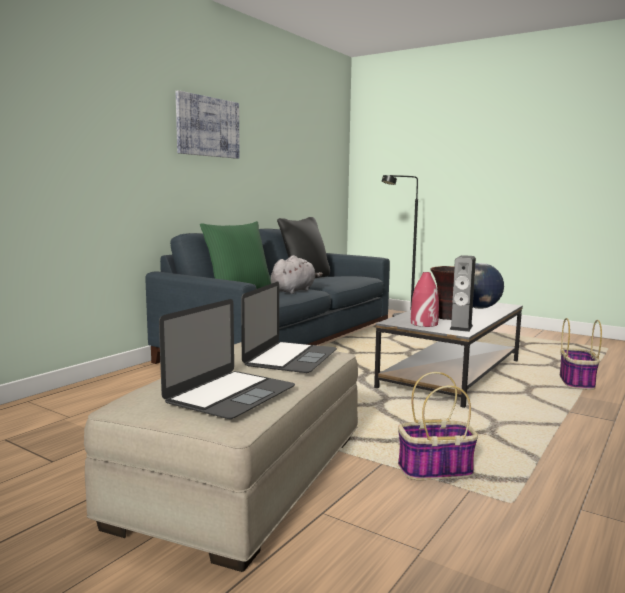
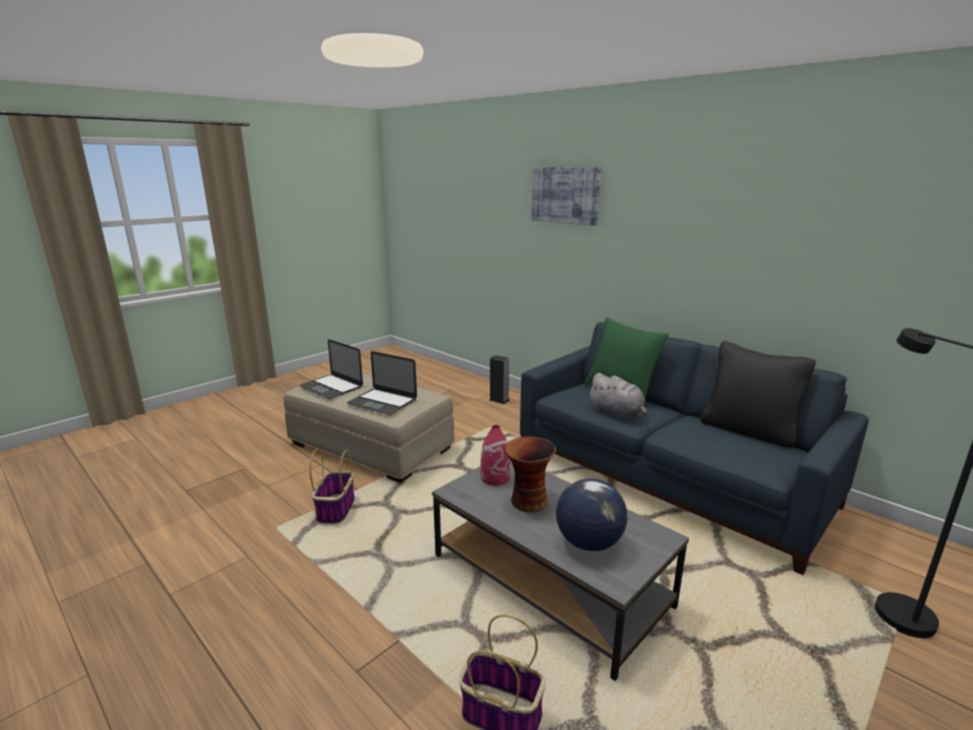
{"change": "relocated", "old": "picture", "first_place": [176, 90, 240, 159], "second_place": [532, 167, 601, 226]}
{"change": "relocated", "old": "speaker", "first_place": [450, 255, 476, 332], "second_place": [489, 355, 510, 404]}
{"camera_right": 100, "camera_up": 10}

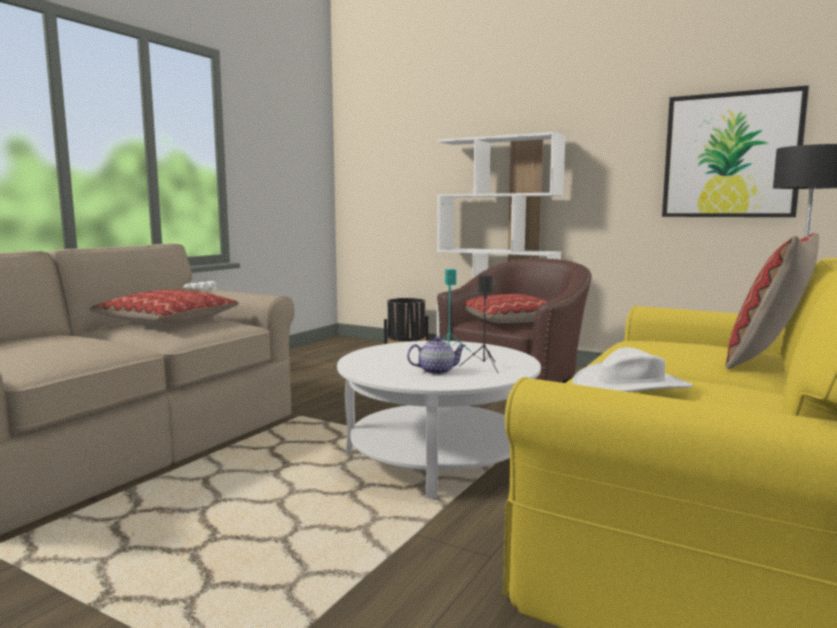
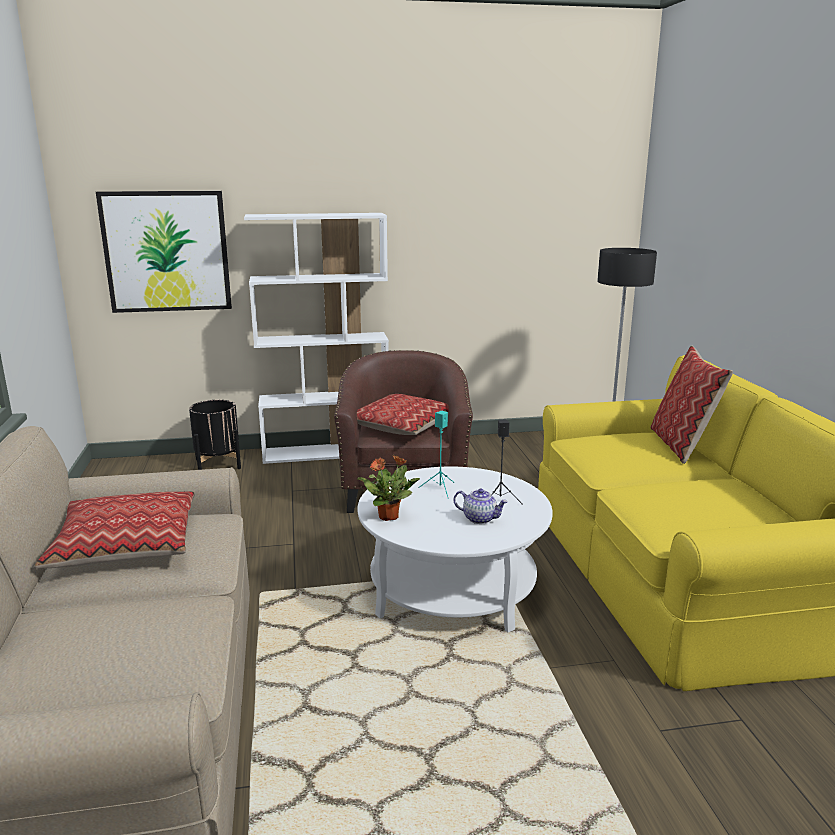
{"change": "missing", "old": "hat (white)", "first_place": [573, 347, 693, 392]}
{"change": "appeared", "new": "potted plant", "second_place": [357, 455, 420, 521]}
{"change": "relocated", "old": "picture", "first_place": [662, 85, 809, 217], "second_place": [96, 191, 232, 313]}
{"change": "spun", "old": "teapot", "first_place": [407, 337, 466, 375], "second_place": [453, 488, 508, 524], "degrees": 75}
{"camera_right": -40, "camera_up": 10}

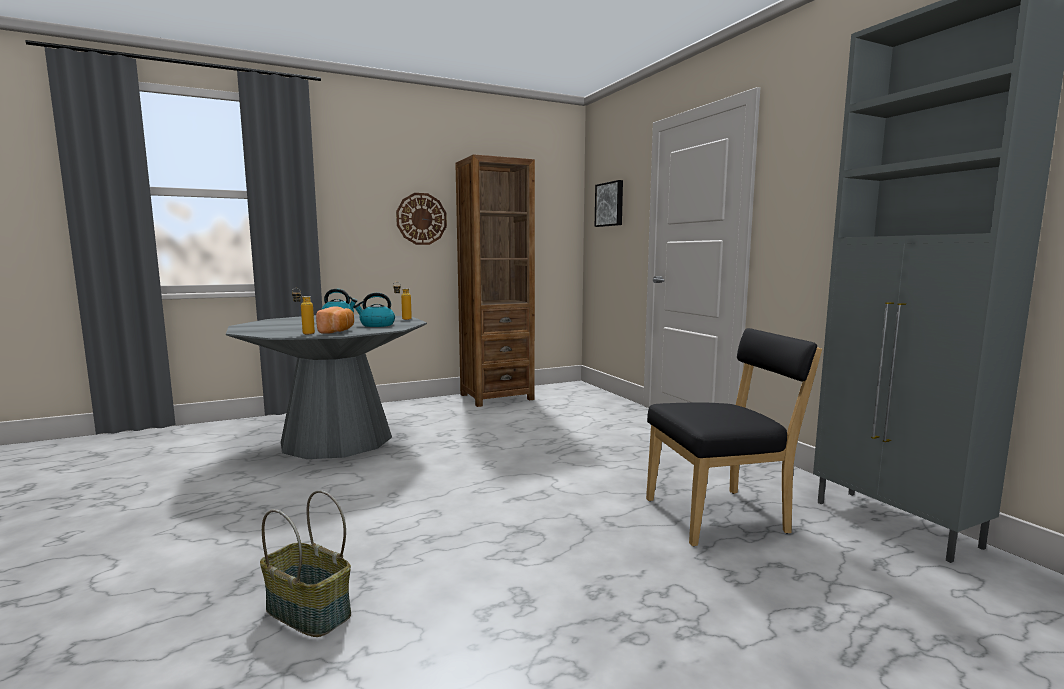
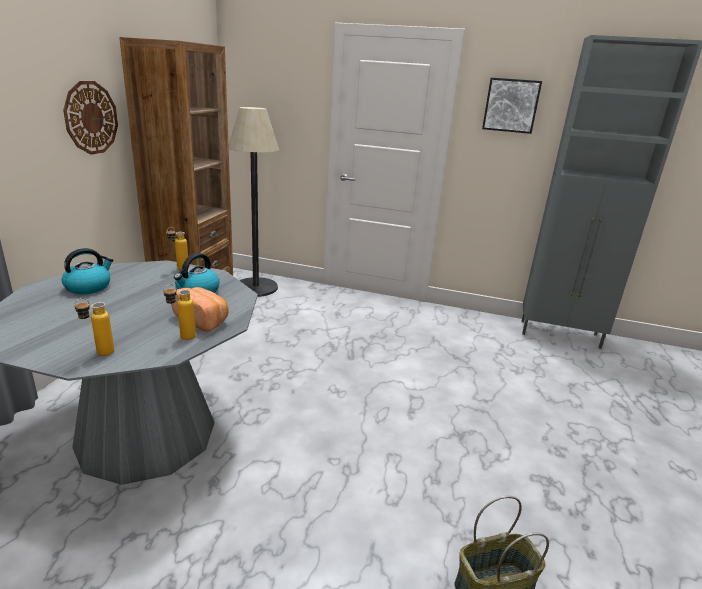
{"change": "missing", "old": "chair (black)", "first_place": [646, 328, 822, 547]}
{"change": "appeared", "new": "bottle", "second_place": [74, 298, 114, 356]}
{"change": "appeared", "new": "floor lamp", "second_place": [228, 107, 279, 297]}
{"change": "relocated", "old": "picture", "first_place": [595, 180, 623, 227], "second_place": [482, 78, 542, 134]}
{"camera_right": -50, "camera_up": 15}

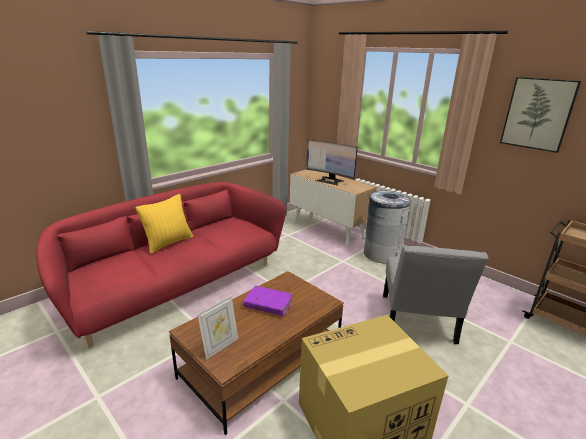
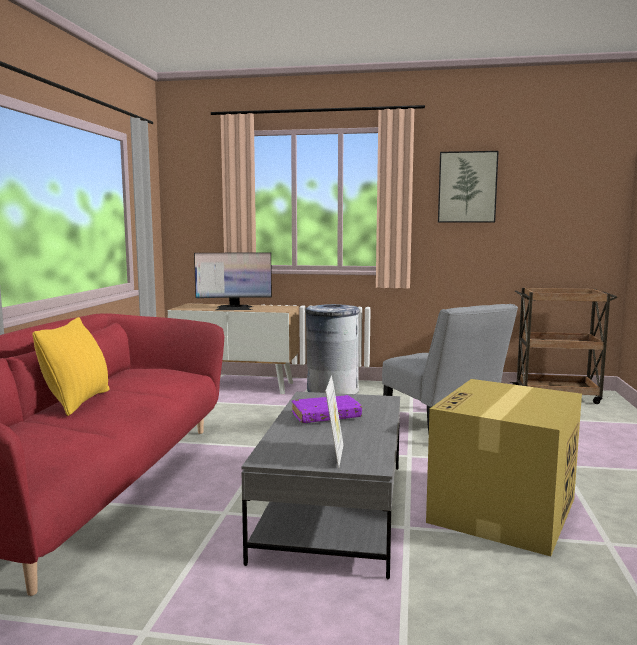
{"change": "colour", "old": "coffee table (brown)", "new": "coffee table (grey)", "first_place": [169, 271, 344, 435], "second_place": [241, 392, 400, 579]}
{"camera_right": -35, "camera_up": -15}

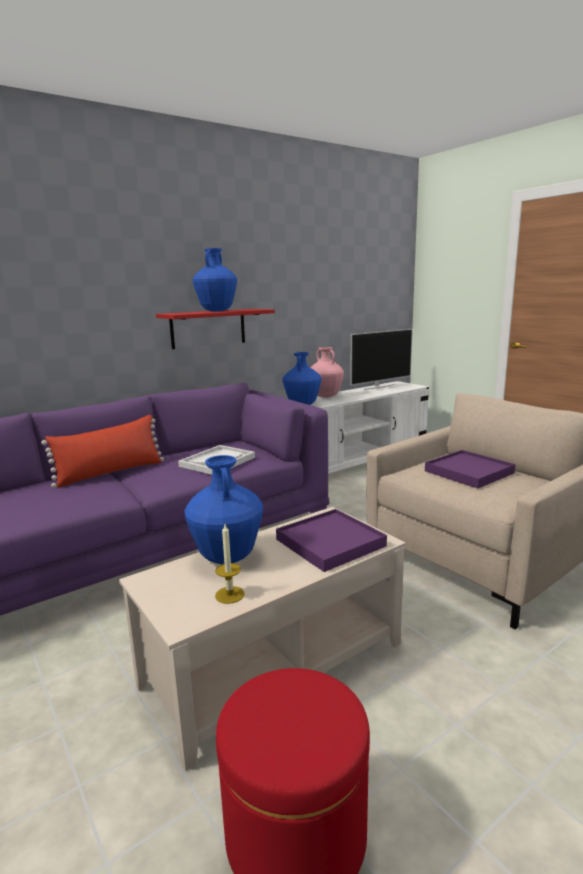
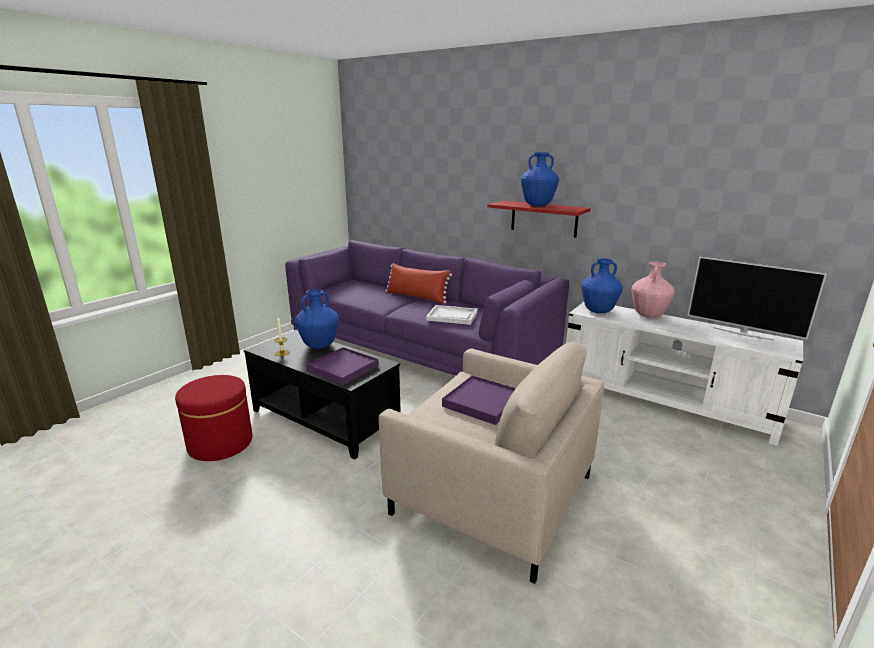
{"change": "colour", "old": "coffee table (beige)", "new": "coffee table (black)", "first_place": [119, 507, 406, 771], "second_place": [244, 330, 401, 460]}
{"camera_right": 70, "camera_up": 5}

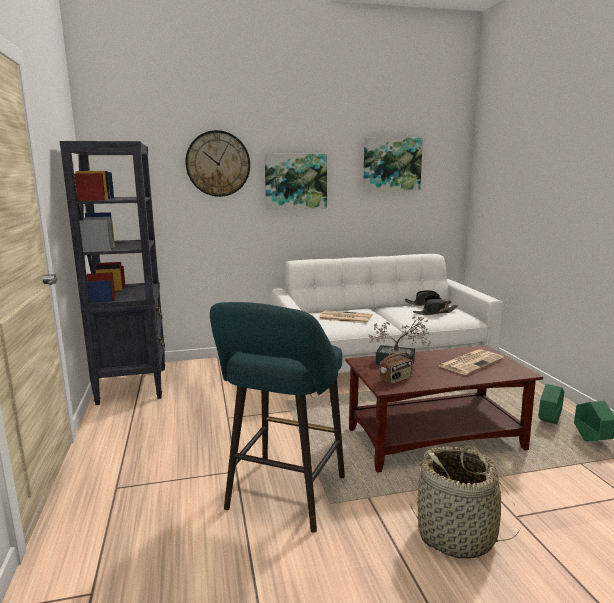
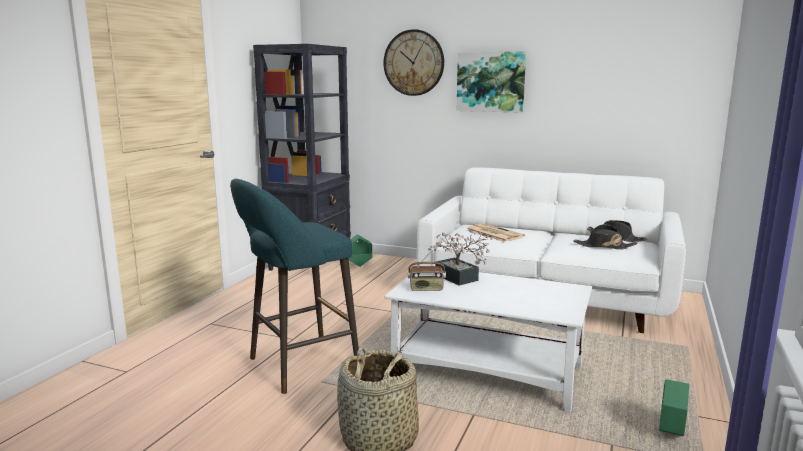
{"change": "missing", "old": "picture", "first_place": [363, 137, 423, 192]}
{"change": "missing", "old": "newspaper", "first_place": [439, 349, 504, 375]}
{"change": "relocated", "old": "planter (green)", "first_place": [538, 384, 564, 424], "second_place": [348, 234, 372, 267]}
{"change": "colour", "old": "coffee table (brown)", "new": "coffee table (white)", "first_place": [345, 345, 543, 473], "second_place": [384, 265, 592, 413]}
{"camera_right": 35, "camera_up": 0}

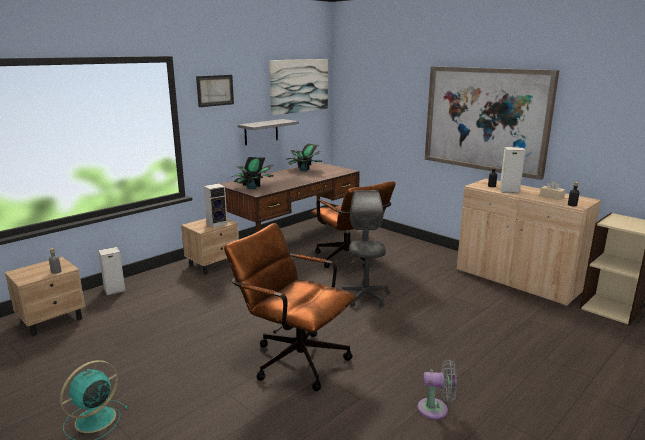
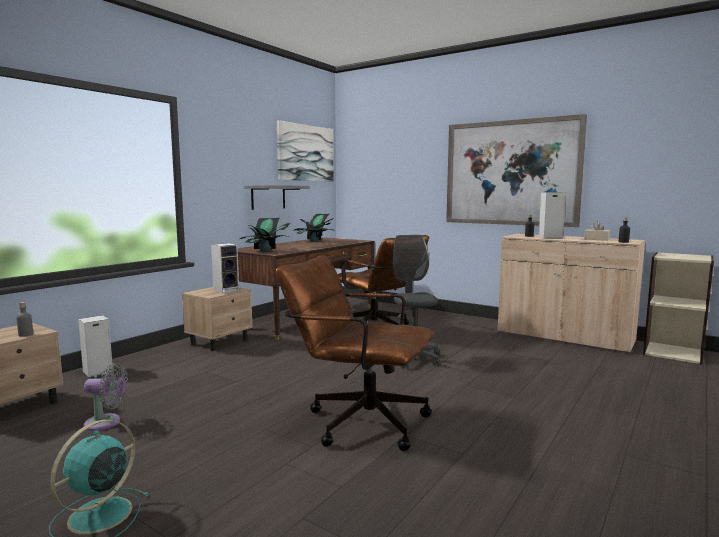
{"change": "missing", "old": "picture", "first_place": [196, 75, 234, 107]}
{"change": "relocated", "old": "fan (grey)", "first_place": [418, 360, 457, 419], "second_place": [84, 363, 128, 431]}
{"camera_right": -10, "camera_up": -10}

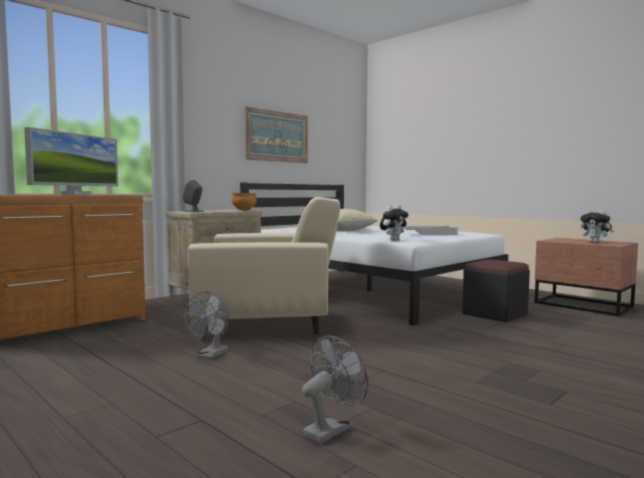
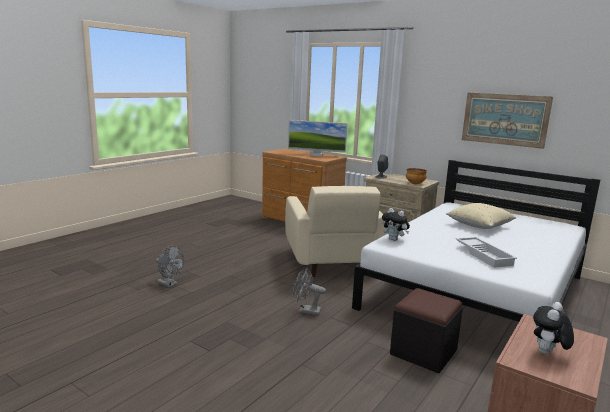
{"change": "relocated", "old": "fan (grey)", "first_place": [184, 291, 228, 359], "second_place": [293, 268, 326, 315]}
{"camera_right": 80, "camera_up": 10}

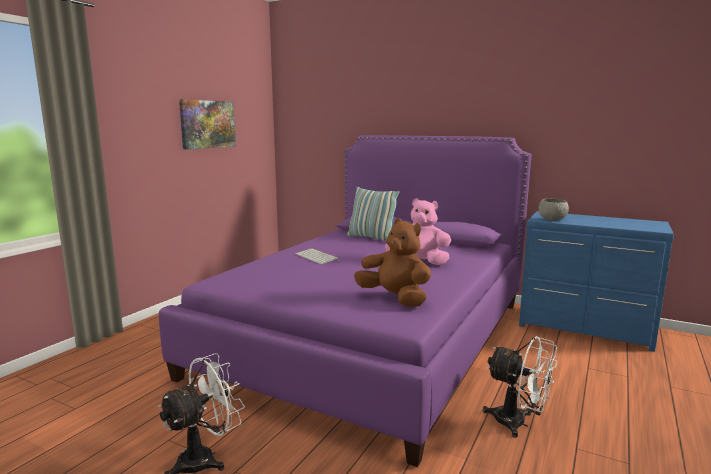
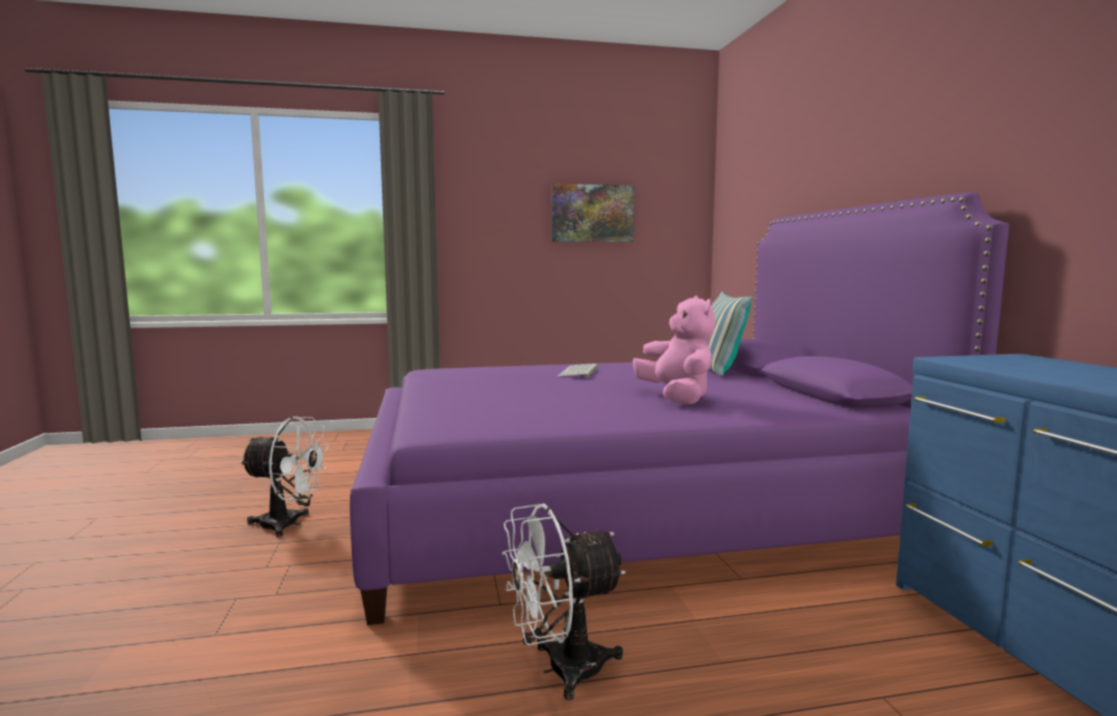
{"change": "missing", "old": "plush toy (brown)", "first_place": [354, 218, 431, 307]}
{"change": "missing", "old": "bowl (grey)", "first_place": [538, 199, 569, 221]}
{"change": "spun", "old": "fan (white)", "first_place": [483, 336, 557, 438], "second_place": [502, 503, 626, 700], "degrees": 75}
{"camera_right": 50, "camera_up": -5}

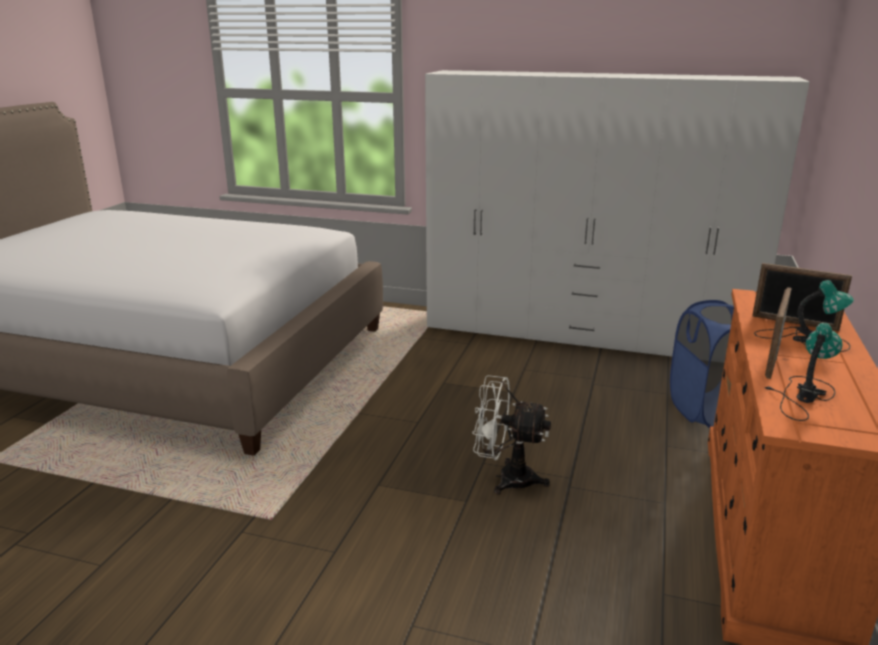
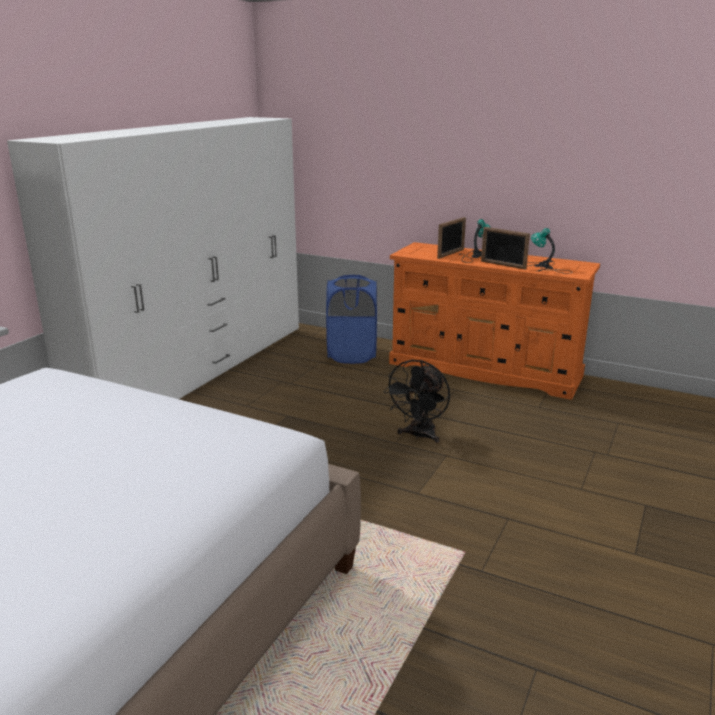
{"change": "colour", "old": "fan (white)", "new": "fan (black)", "first_place": [472, 375, 551, 494], "second_place": [384, 360, 450, 443]}
{"camera_right": -80, "camera_up": 0}

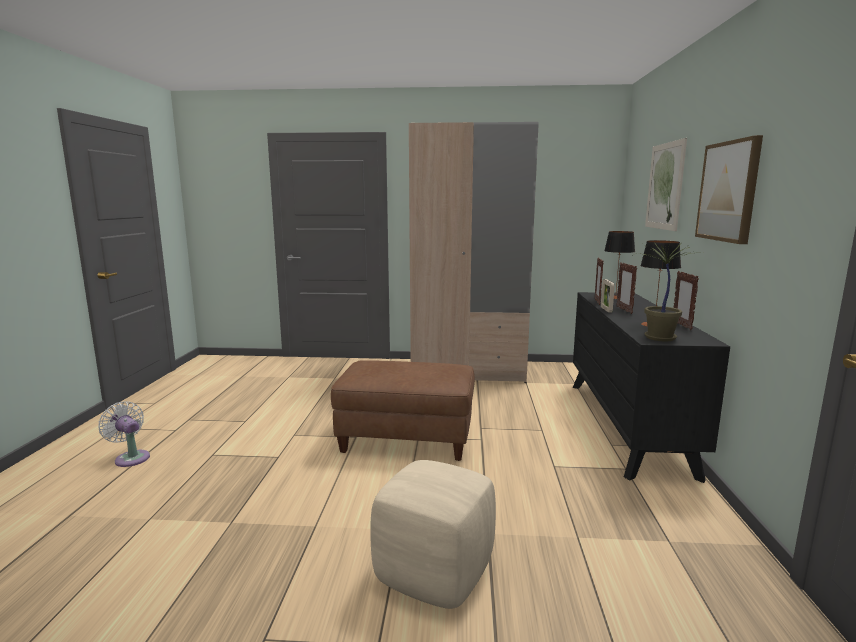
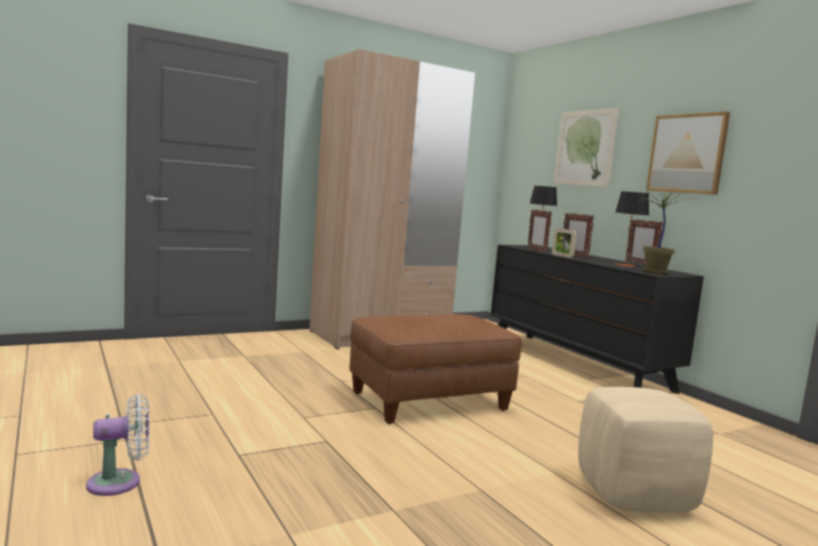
{"change": "spun", "old": "fan (white)", "first_place": [98, 401, 150, 467], "second_place": [86, 394, 150, 496], "degrees": 150}
{"camera_right": -35, "camera_up": -5}

